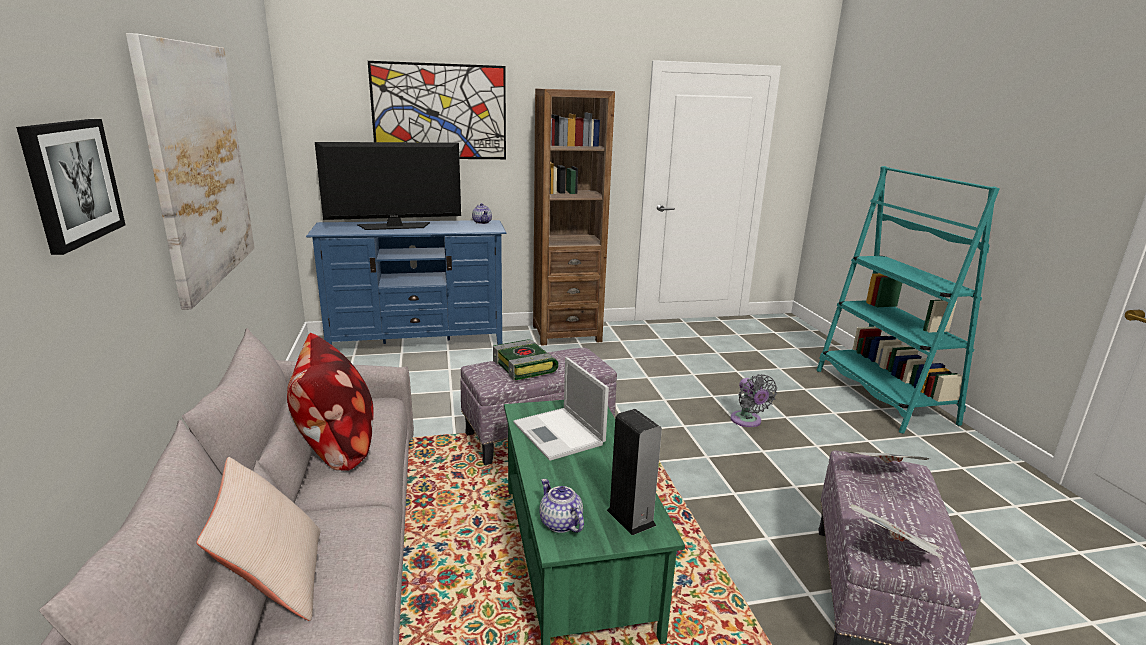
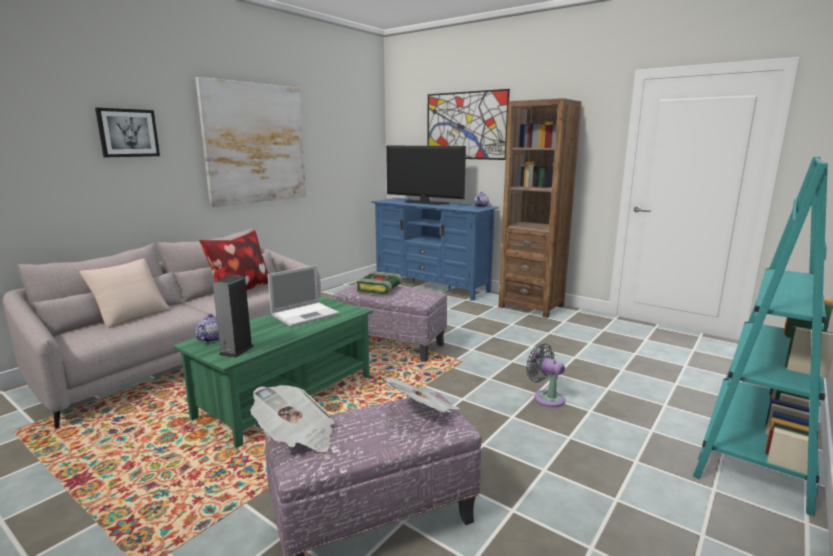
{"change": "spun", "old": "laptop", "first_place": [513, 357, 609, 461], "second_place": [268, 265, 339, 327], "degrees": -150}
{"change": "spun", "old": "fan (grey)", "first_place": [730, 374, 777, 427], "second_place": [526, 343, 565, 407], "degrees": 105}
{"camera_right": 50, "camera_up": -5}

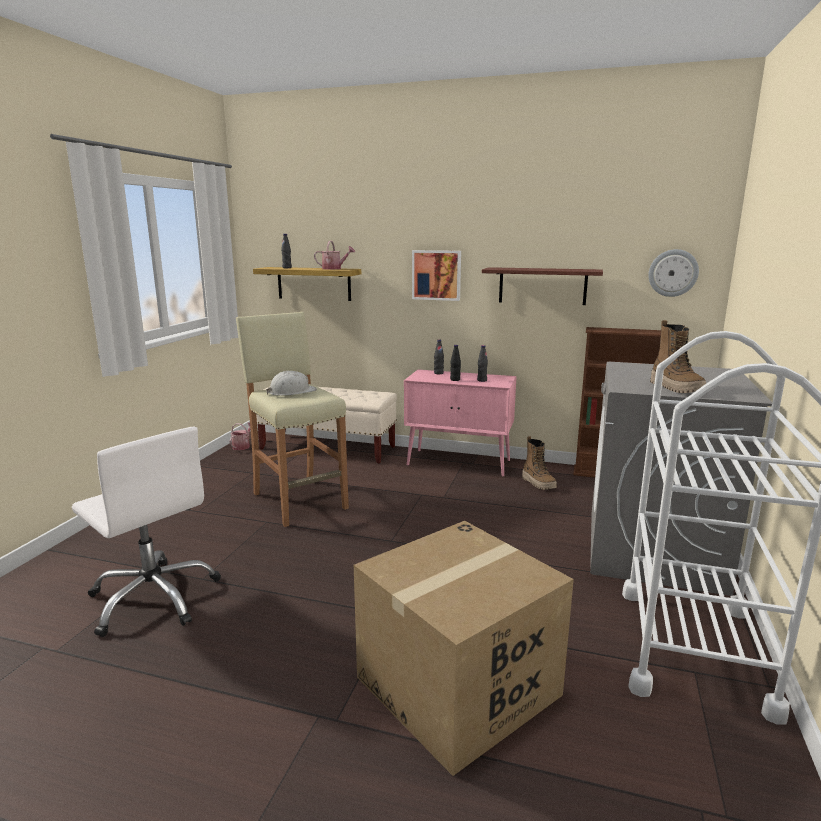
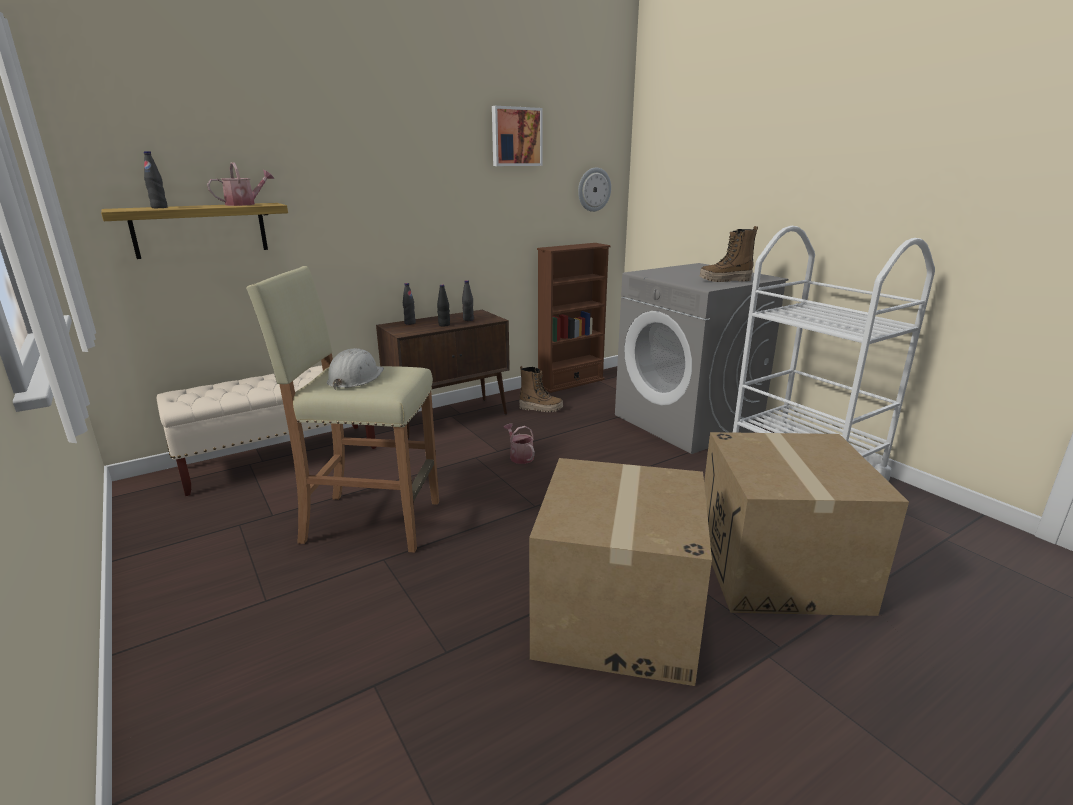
{"change": "missing", "old": "office chair (white)", "first_place": [72, 427, 221, 637]}
{"change": "missing", "old": "shelf", "first_place": [482, 267, 603, 305]}
{"change": "appeared", "new": "cardboard box", "second_place": [529, 458, 712, 686]}
{"change": "relocated", "old": "watering can", "first_place": [230, 422, 251, 450], "second_place": [504, 423, 535, 464]}
{"change": "relocated", "old": "picture", "first_place": [412, 250, 461, 301], "second_place": [492, 106, 543, 166]}
{"change": "colour", "old": "cabinet (pink)", "new": "cabinet (brown)", "first_place": [404, 369, 517, 477], "second_place": [376, 310, 510, 439]}
{"change": "spun", "old": "boot", "first_place": [650, 320, 706, 393], "second_place": [699, 226, 758, 282], "degrees": 150}
{"camera_right": -50, "camera_up": 5}

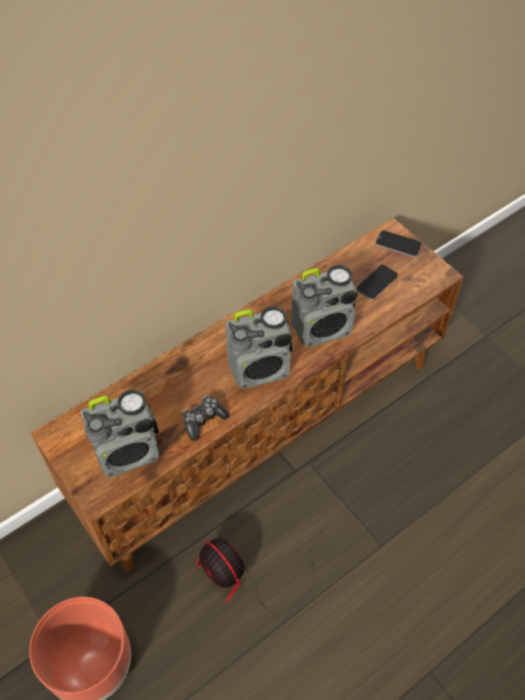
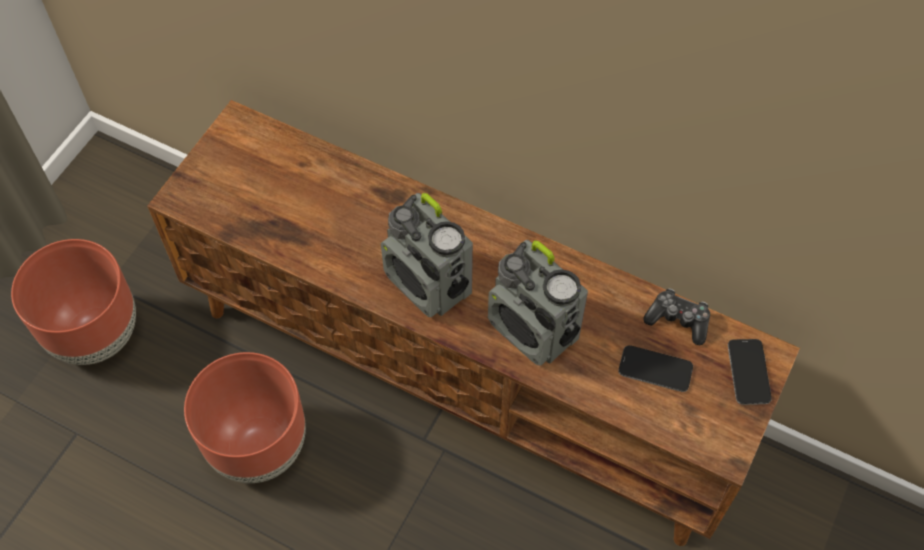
{"change": "missing", "old": "radio", "first_place": [81, 390, 159, 477]}
{"change": "relocated", "old": "game controller", "first_place": [182, 396, 229, 441], "second_place": [644, 288, 710, 345]}
{"change": "exchanged", "old": "fan", "new": "planter (brown)", "first_place": [196, 526, 328, 616], "second_place": [184, 352, 306, 483]}
{"camera_right": 65, "camera_up": 5}

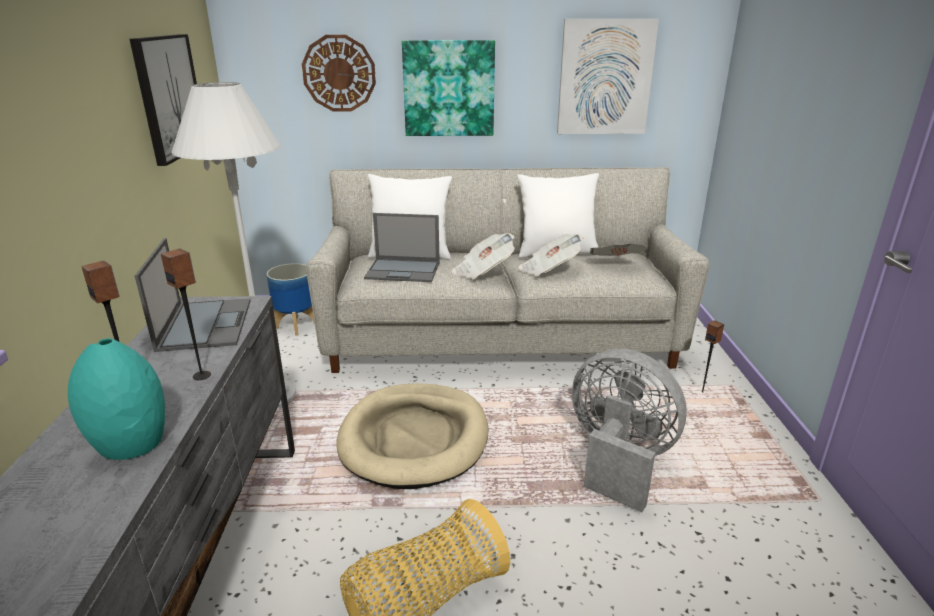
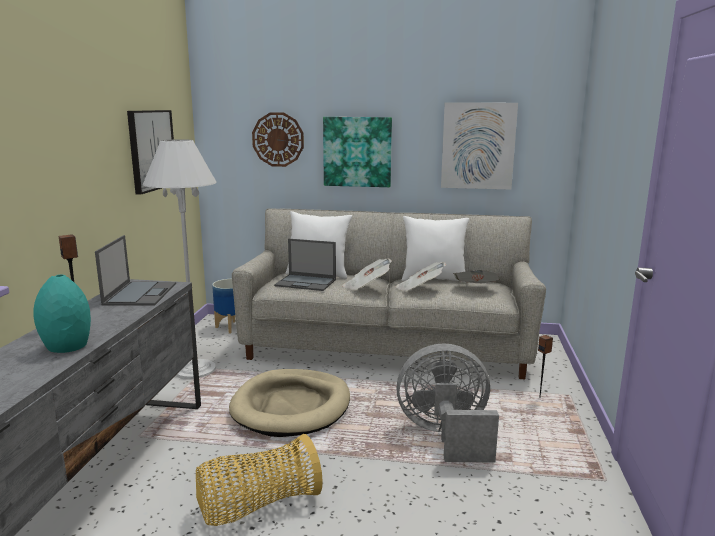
{"change": "missing", "old": "speaker", "first_place": [161, 249, 211, 380]}
{"change": "spun", "old": "fan (grey)", "first_place": [572, 349, 687, 512], "second_place": [396, 343, 499, 463], "degrees": -45}
{"camera_right": 10, "camera_up": -10}

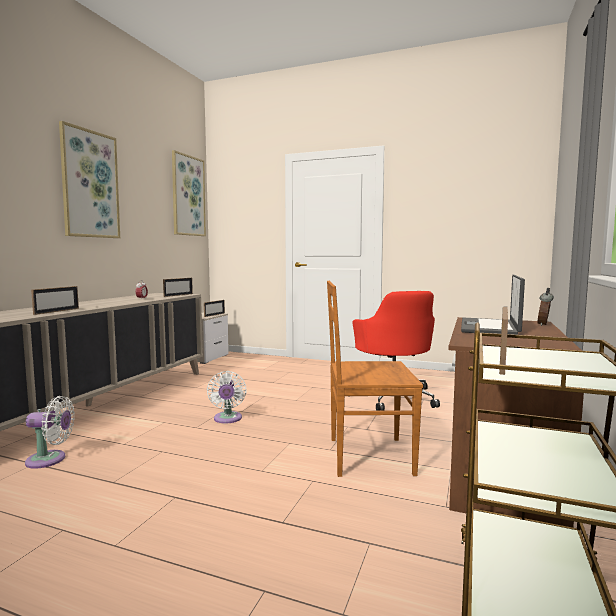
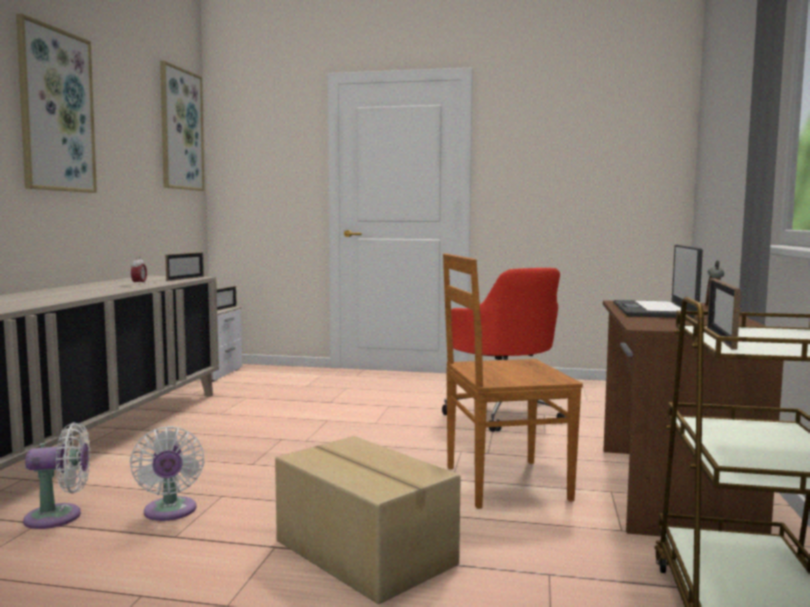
{"change": "missing", "old": "picture frame", "first_place": [31, 286, 79, 315]}
{"change": "appeared", "new": "cardboard box", "second_place": [275, 436, 461, 604]}
{"change": "relocated", "old": "fan (white)", "first_place": [207, 371, 247, 423], "second_place": [130, 426, 205, 521]}
{"camera_right": -10, "camera_up": 0}

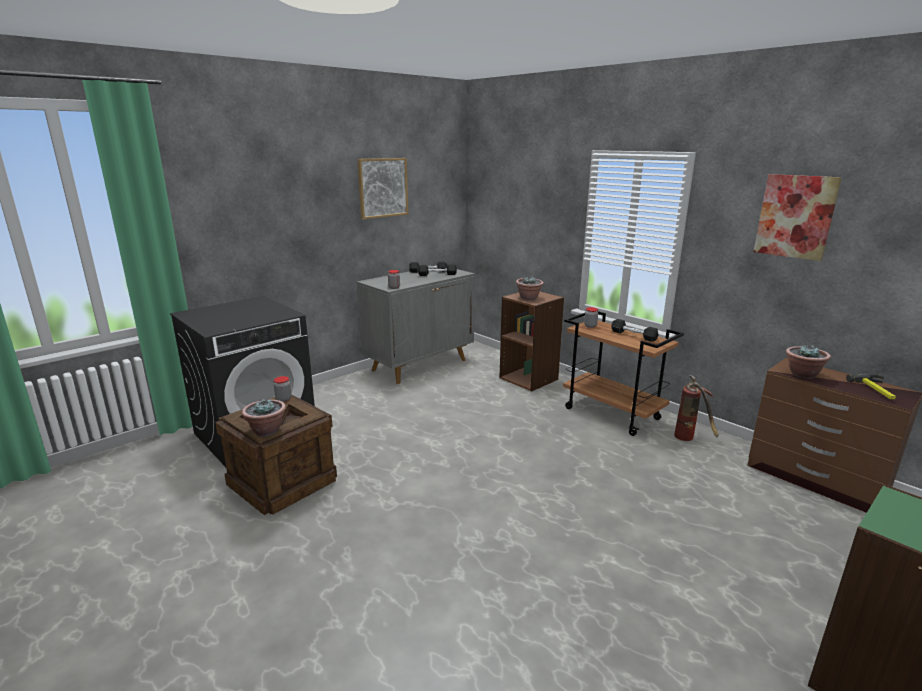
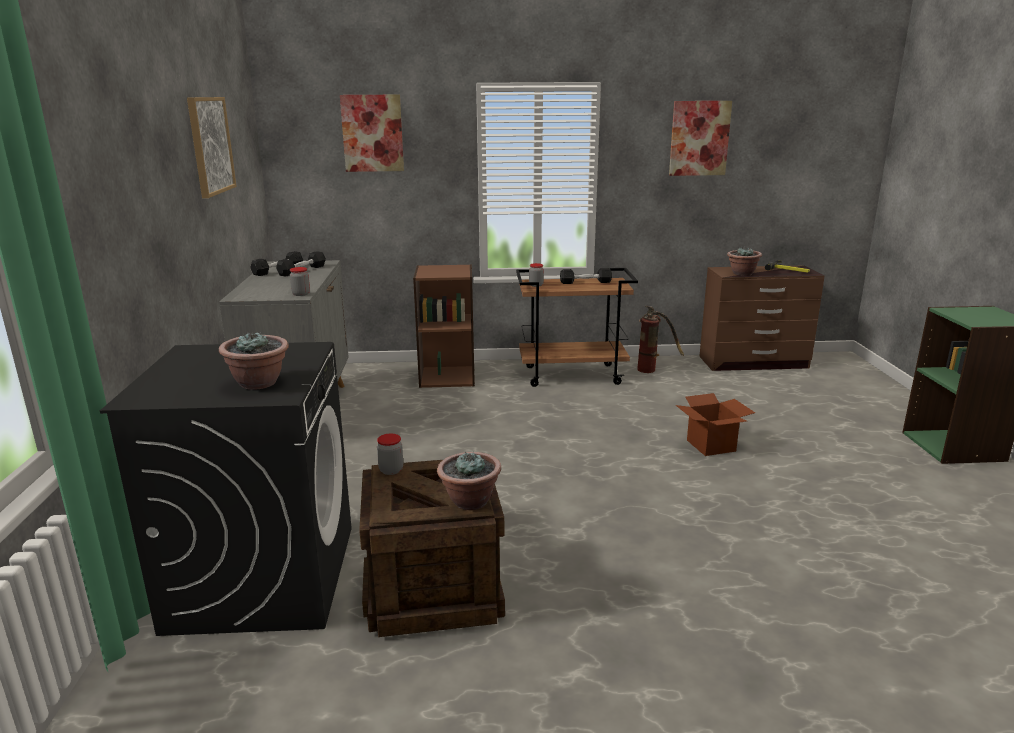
{"change": "appeared", "new": "picture", "second_place": [340, 95, 404, 172]}
{"change": "appeared", "new": "cardboard box", "second_place": [676, 393, 755, 456]}
{"change": "relocated", "old": "potted plant", "first_place": [516, 276, 544, 300], "second_place": [219, 332, 289, 390]}
{"camera_right": -50, "camera_up": 0}

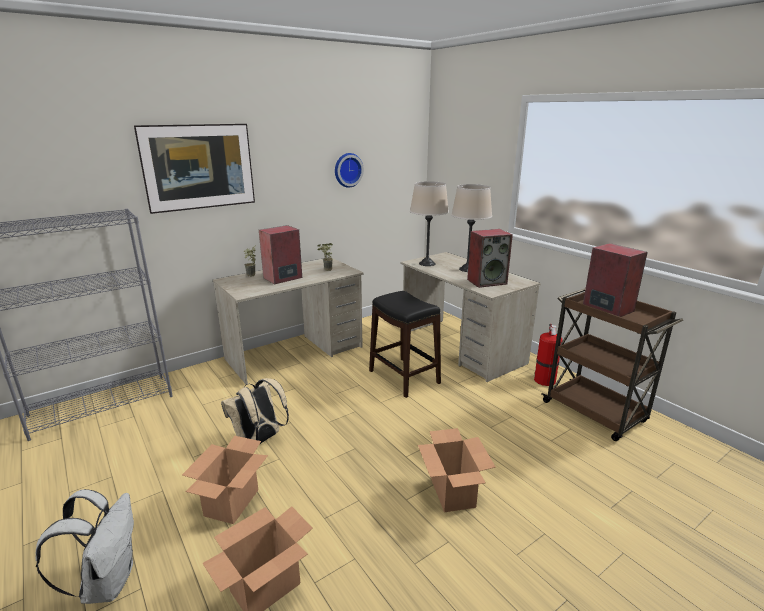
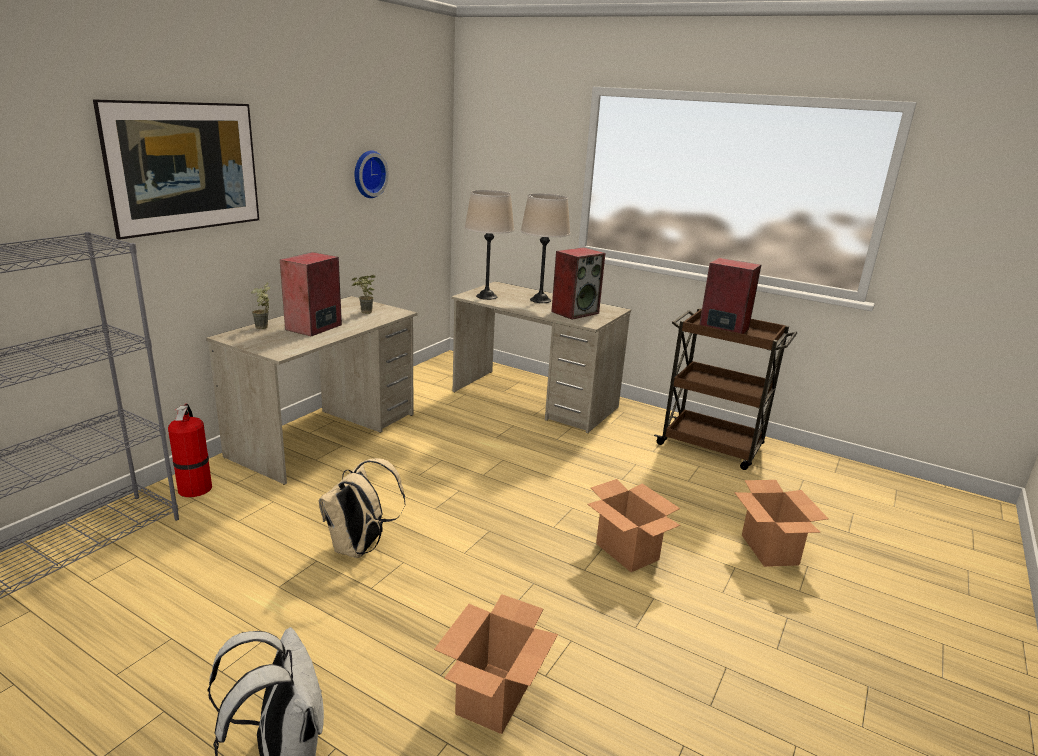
{"change": "missing", "old": "stool (black)", "first_place": [369, 291, 441, 398]}
{"change": "relocated", "old": "cardboard box", "first_place": [182, 436, 268, 524], "second_place": [734, 480, 829, 567]}
{"change": "relocated", "old": "fire extinguisher", "first_place": [534, 324, 562, 386], "second_place": [168, 403, 212, 497]}
{"camera_right": -25, "camera_up": 0}

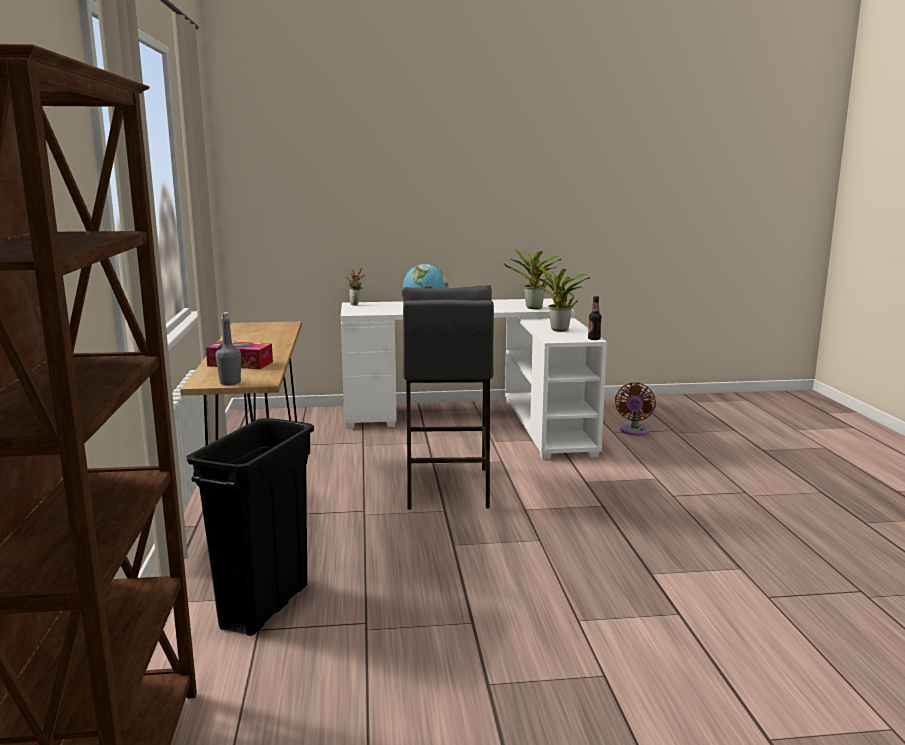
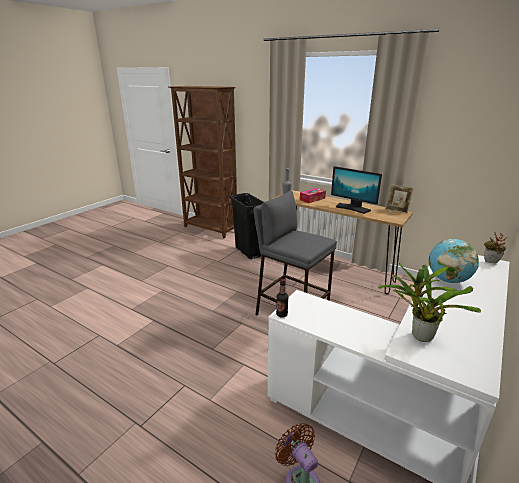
{"change": "missing", "old": "potted plant", "first_place": [530, 266, 590, 331]}
{"change": "appeared", "new": "monitor", "second_place": [331, 166, 382, 214]}
{"change": "appeared", "new": "picture frame", "second_place": [385, 184, 414, 214]}
{"camera_right": 130, "camera_up": 10}

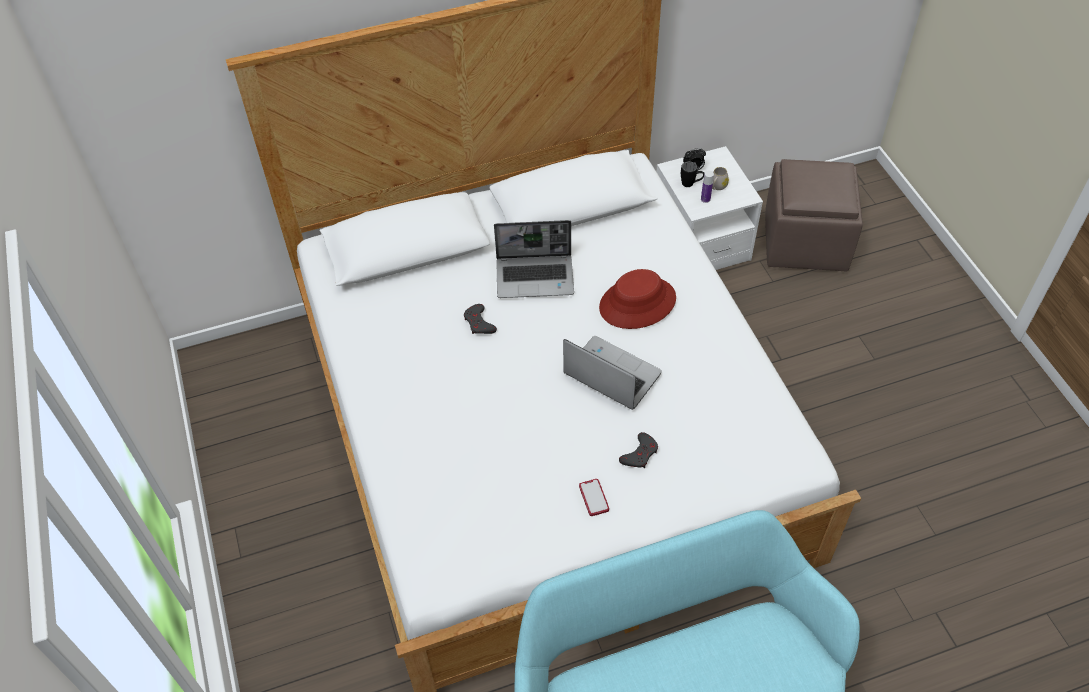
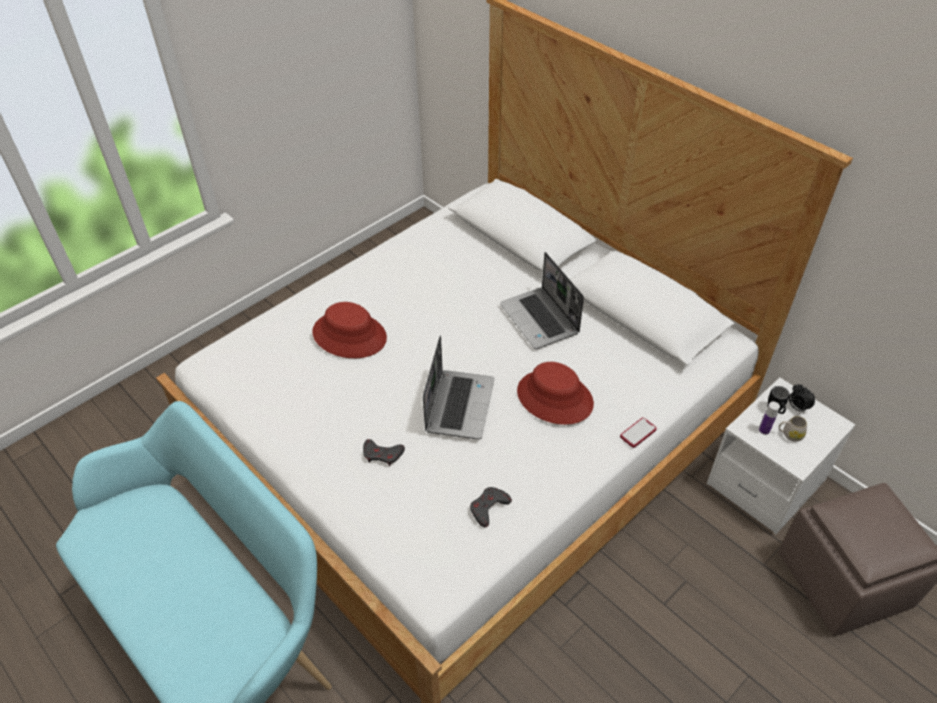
{"change": "appeared", "new": "hat (red)", "second_place": [312, 302, 387, 358]}
{"change": "relocated", "old": "game controller (grey)", "first_place": [464, 304, 497, 334], "second_place": [470, 487, 512, 527]}
{"change": "relocated", "old": "phone", "first_place": [579, 479, 609, 516], "second_place": [620, 417, 657, 448]}
{"camera_right": 65, "camera_up": -5}

